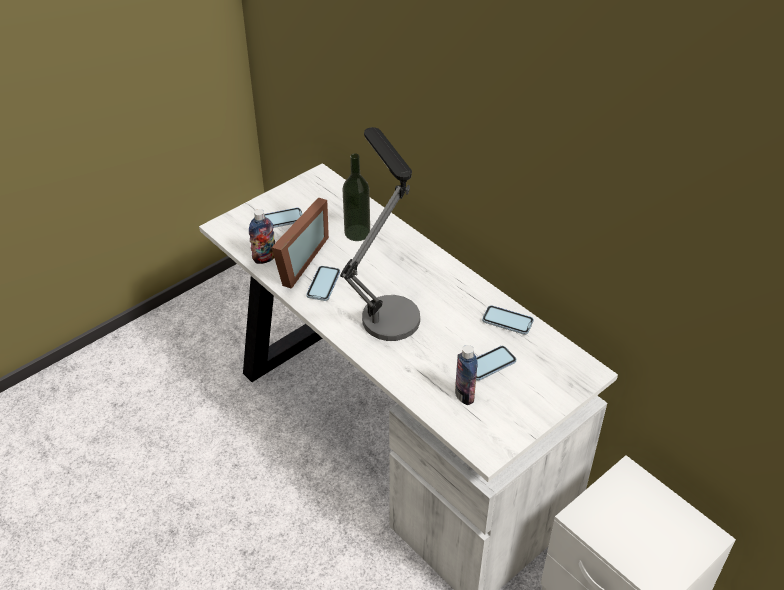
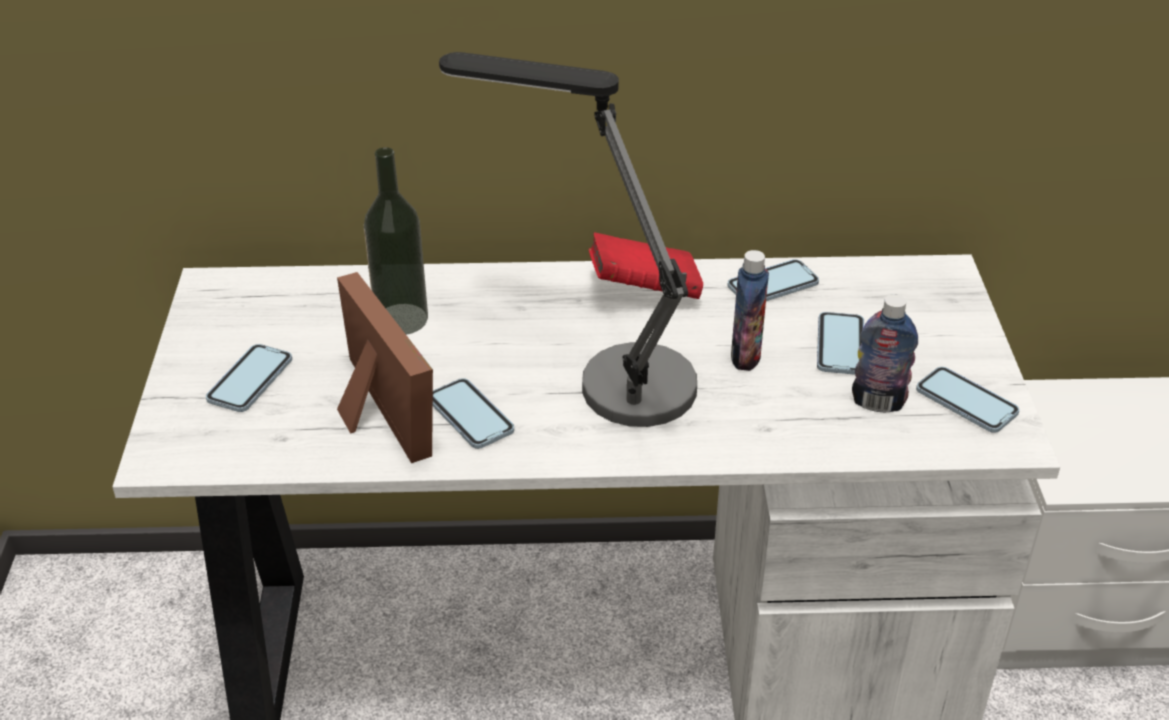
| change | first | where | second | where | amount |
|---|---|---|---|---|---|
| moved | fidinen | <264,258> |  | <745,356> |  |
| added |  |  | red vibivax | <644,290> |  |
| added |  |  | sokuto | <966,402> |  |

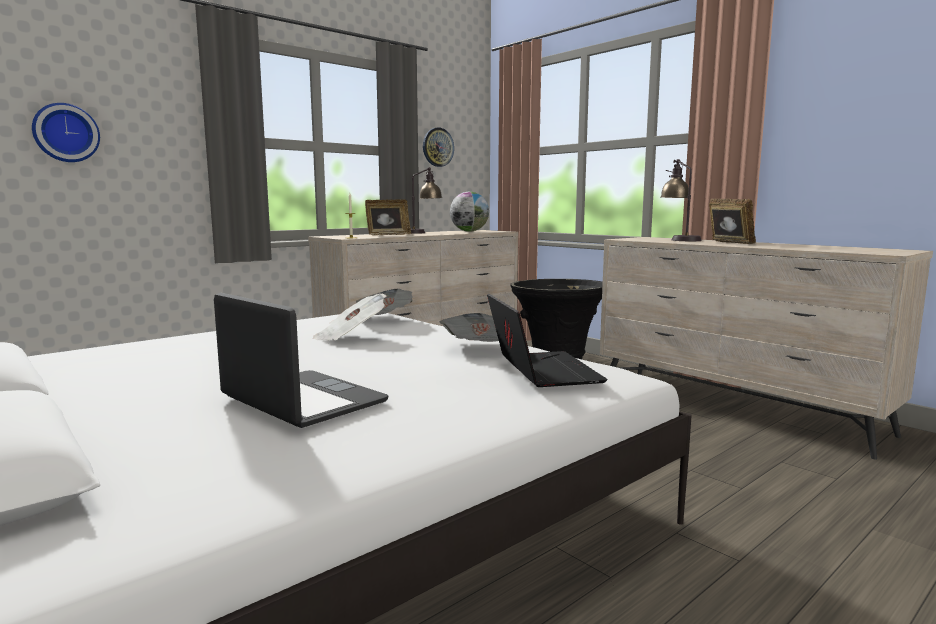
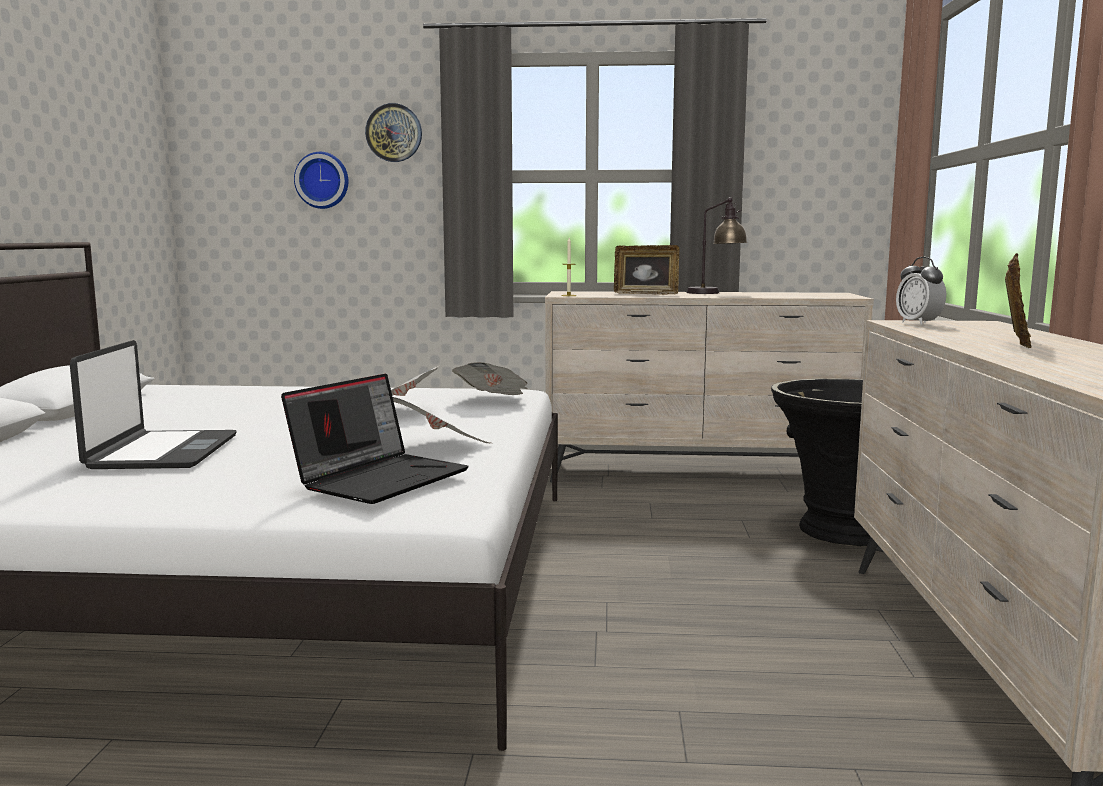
| change | first | where | second | where | amount |
|---|---|---|---|---|---|
| moved | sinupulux | <437,147> |  | <394,133> |  |
| removed | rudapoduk | <469,231> |  |  |  |
| removed | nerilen | <679,239> |  |  |  |
| added |  |  | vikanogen | <918,323> |  |

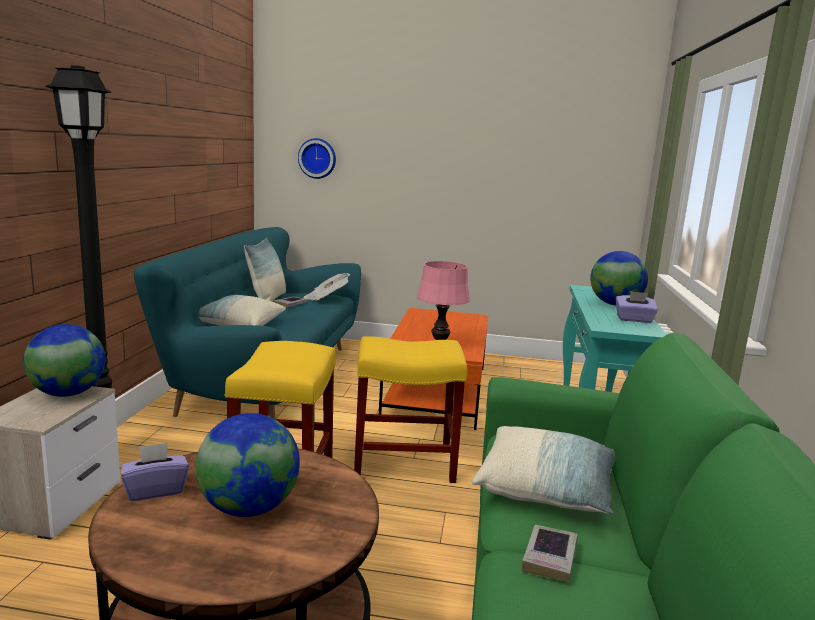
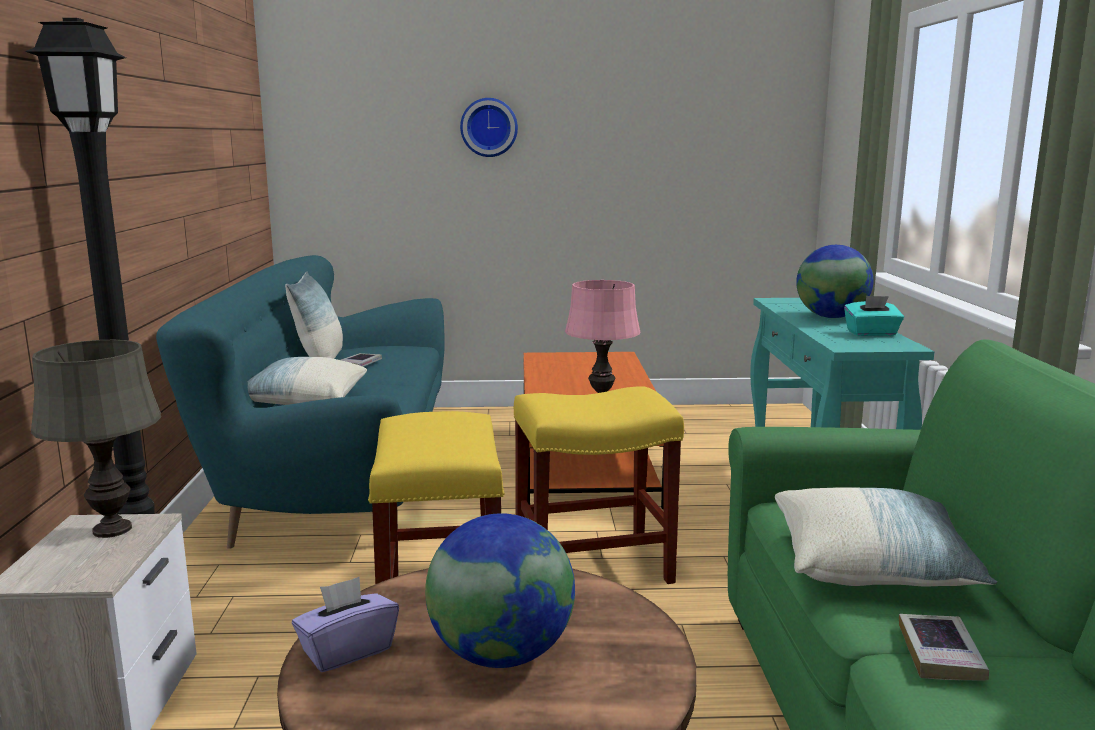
| change | first | where | second | where | amount |
|---|---|---|---|---|---|
| replaced | rudapoduk | <68,393> | grey nerilen | <112,530> |  |
| moved | sinupulux | <317,158> |  | <489,127> |  |
| removed | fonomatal | <326,298> |  |  |  |
| recoloured | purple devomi | <634,319> | turquoise devomi | <872,333> |  |

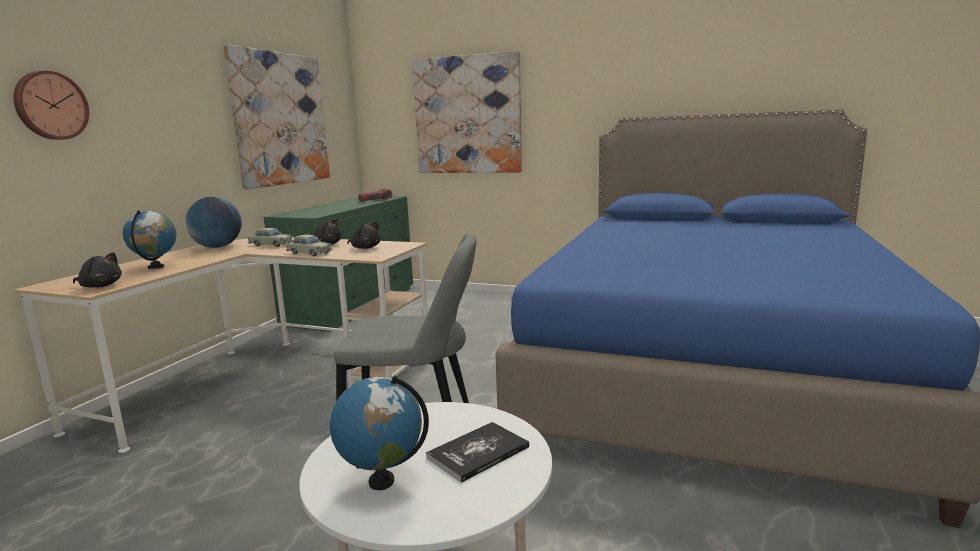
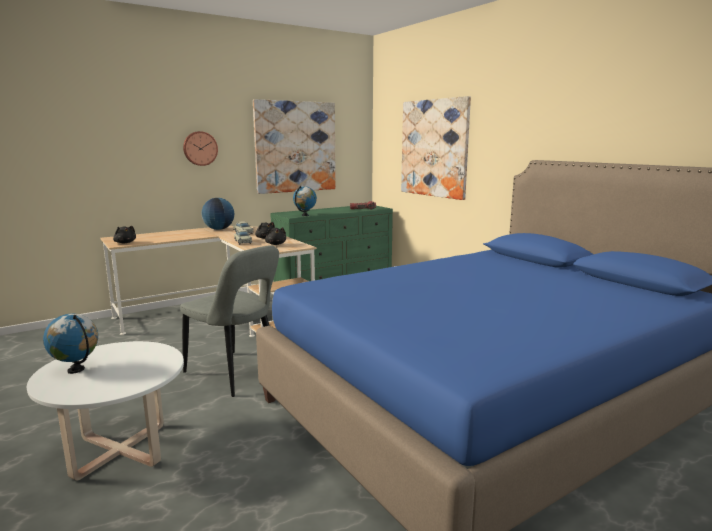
| change | first | where | second | where | amount |
|---|---|---|---|---|---|
| moved | sinupulux | <50,105> |  | <200,148> |  |
| moved | rudapoduk | <156,267> |  | <305,215> |  |
| removed | vibivax | <478,452> |  |  |  |

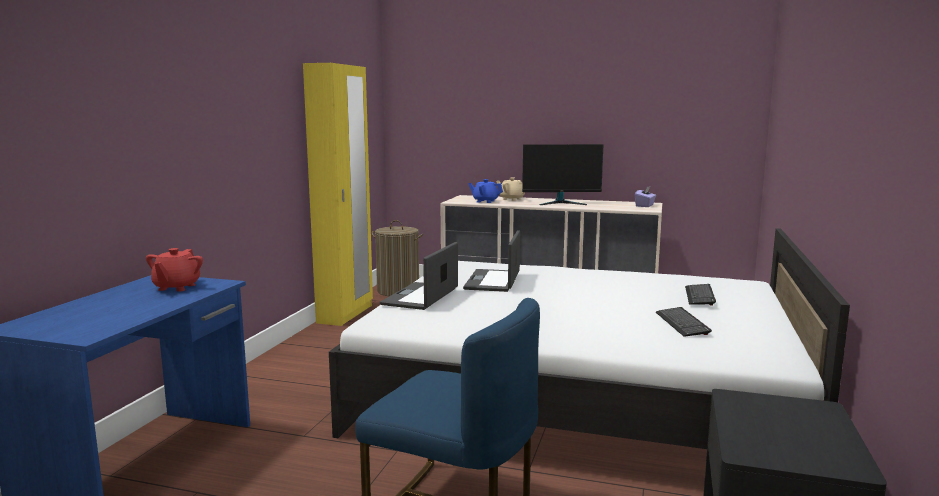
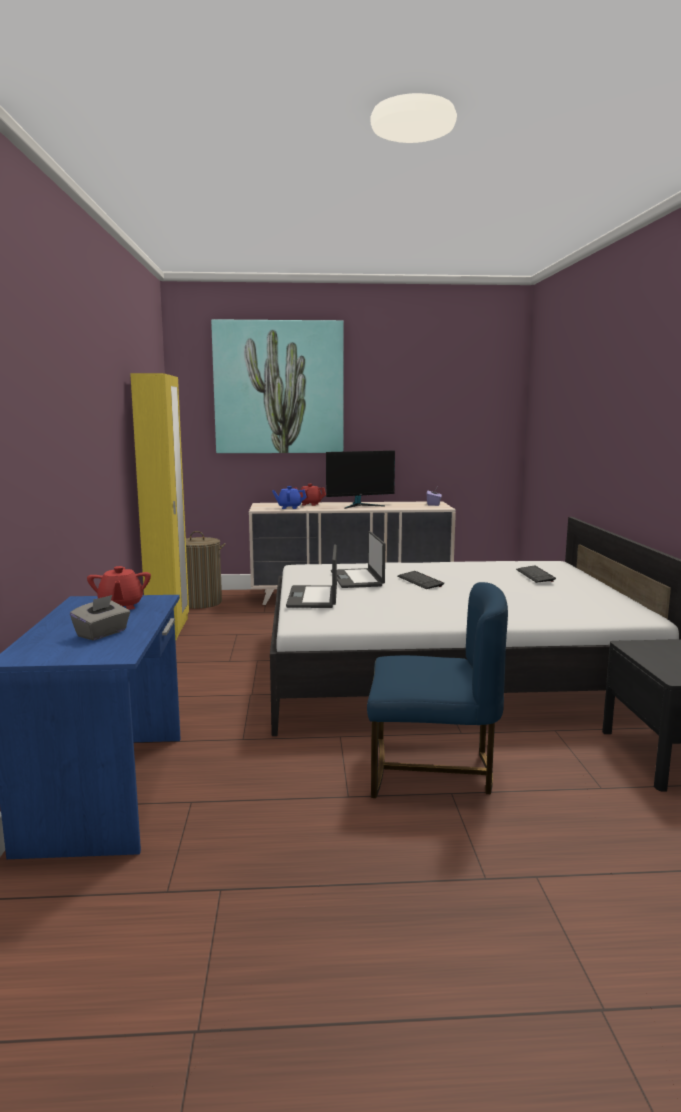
| change | first | where | second | where | amount |
|---|---|---|---|---|---|
| recoloured | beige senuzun | <511,199> | red senuzun | <309,504> |  |
| moved | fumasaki | <682,323> |  | <420,581> |  |
| added |  |  | grey devomi | <102,633> |  |
| added |  |  | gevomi | <279,388> |  |

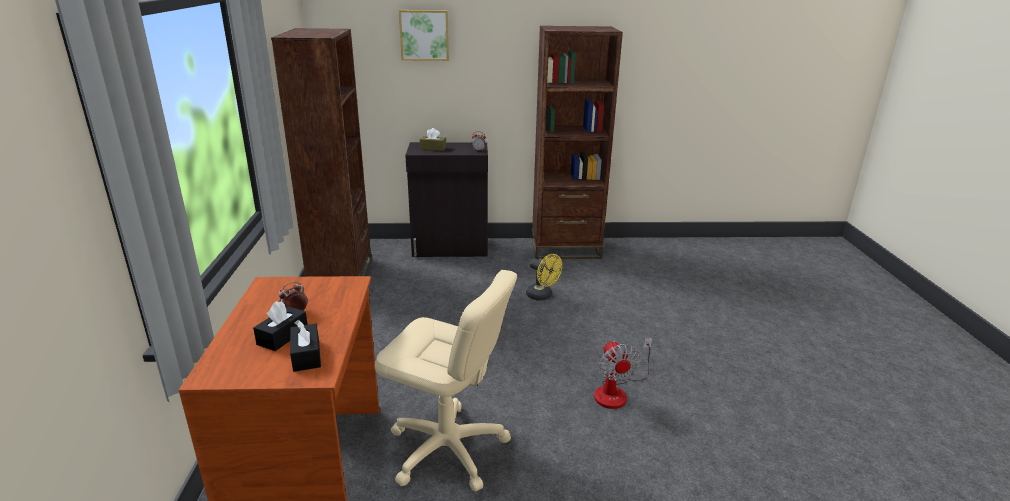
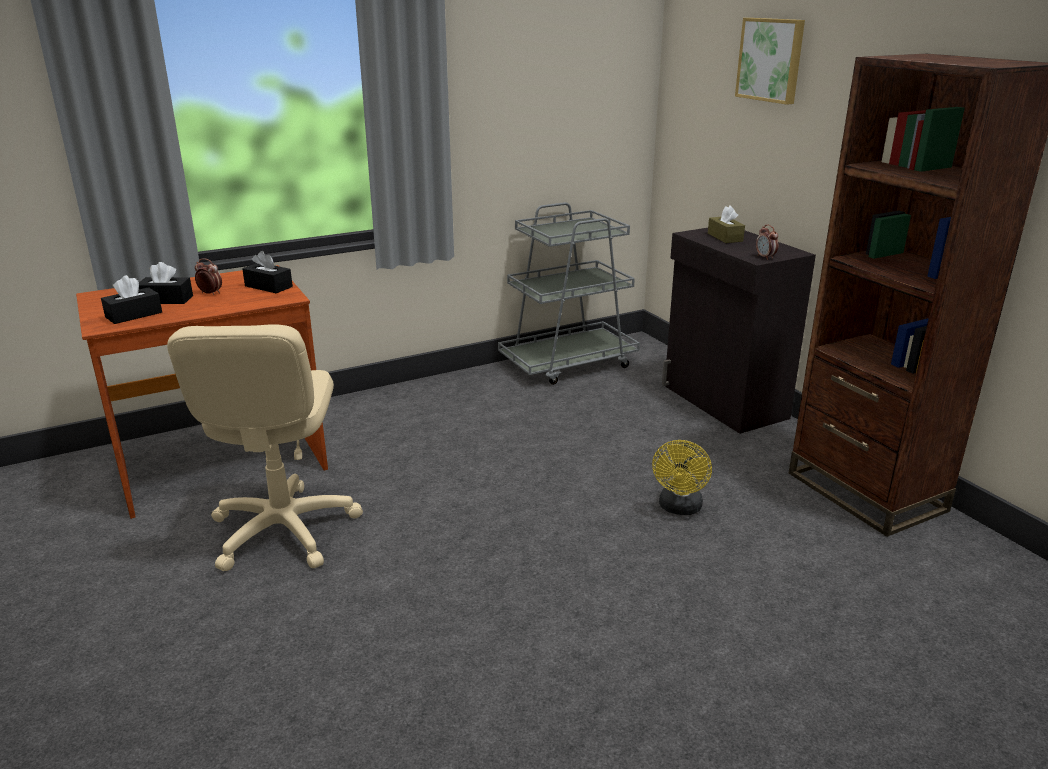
| change | first | where | second | where | amount |
|---|---|---|---|---|---|
| replaced | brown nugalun | <341,275> | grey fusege | <568,363> |  |
| removed | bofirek | <617,392> |  |  |  |
| added |  |  | black devomi | <268,286> |  |

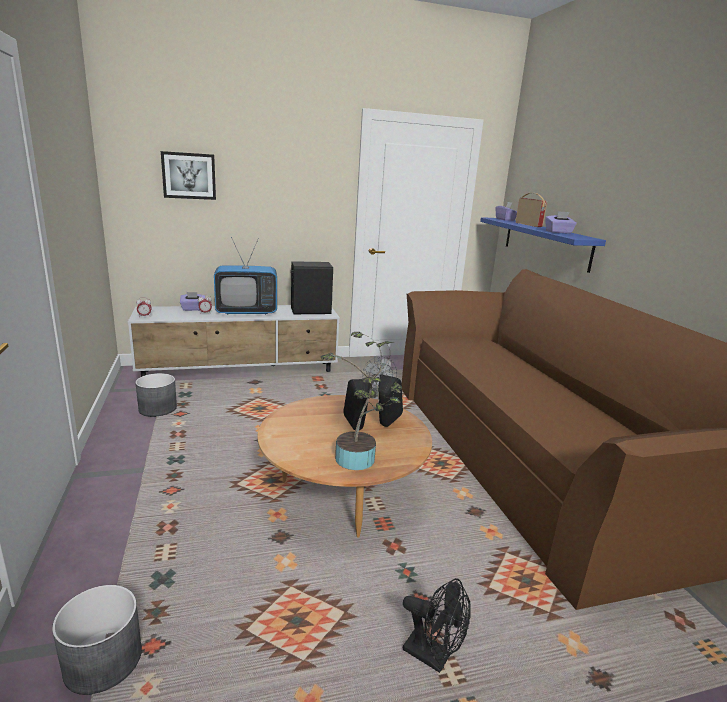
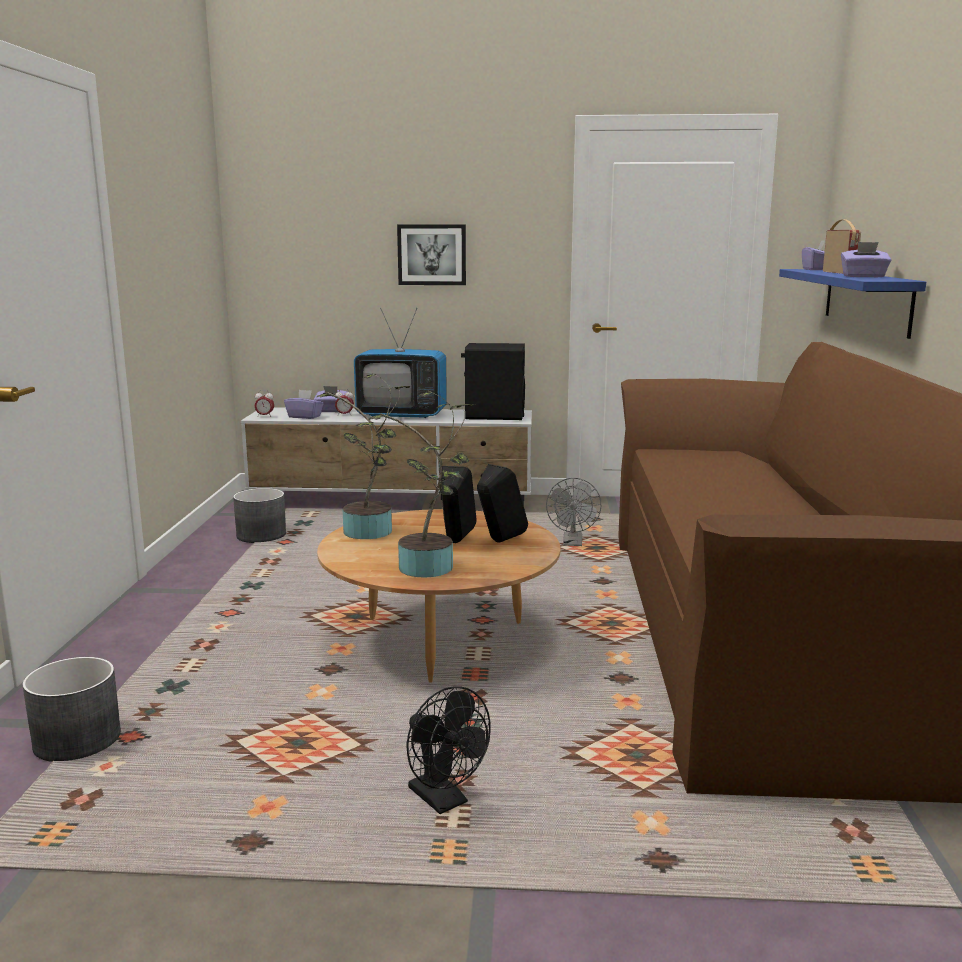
| change | first | where | second | where | amount |
|---|---|---|---|---|---|
| moved | gevomi | <189,176> |  | <432,254> |  |
| added |  |  | purple devomi | <304,416> |  |
| added |  |  | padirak | <370,533> |  |

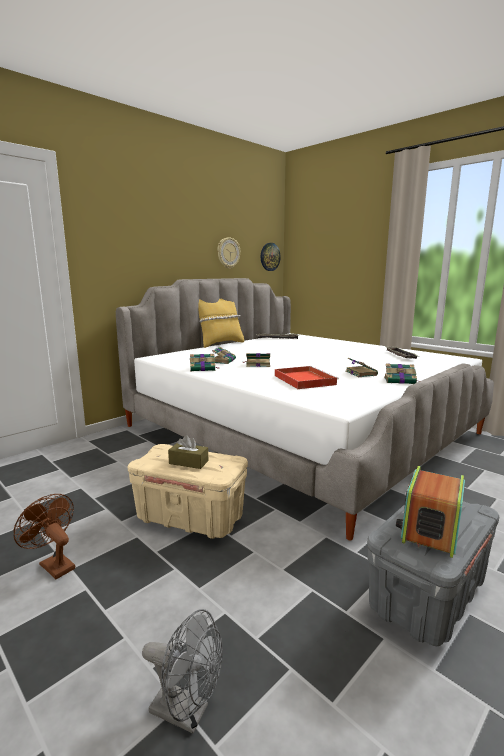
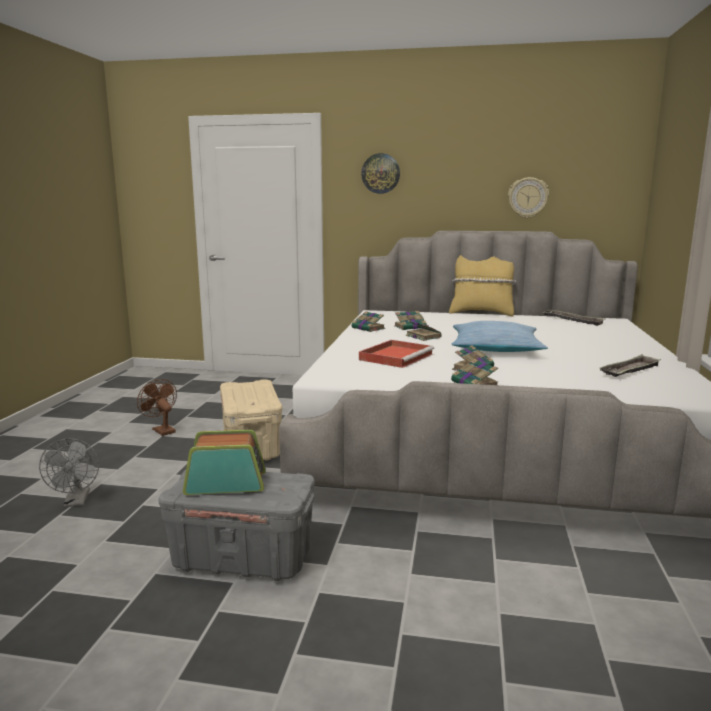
| change | first | where | second | where | amount |
|---|---|---|---|---|---|
| turned | brown bofirek | <53,564> |  | <161,430> | 45 degrees counterclockwise |
| removed | brown devomi | <188,462> |  |  |  |
| moved | sinupulux | <269,257> |  | <380,173> |  |
| added |  |  | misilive | <495,348> |  |

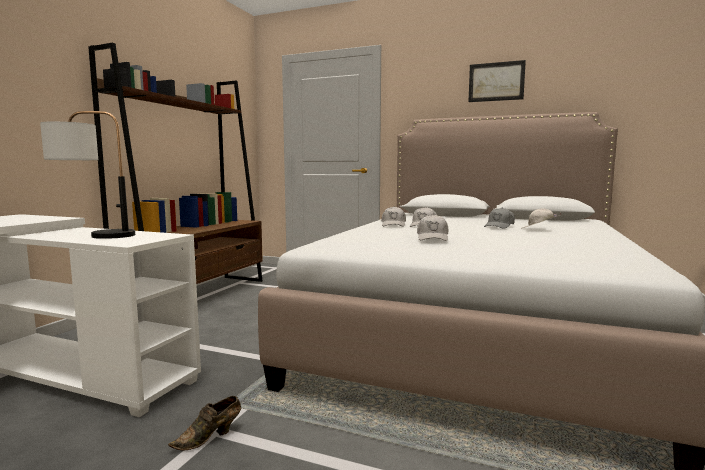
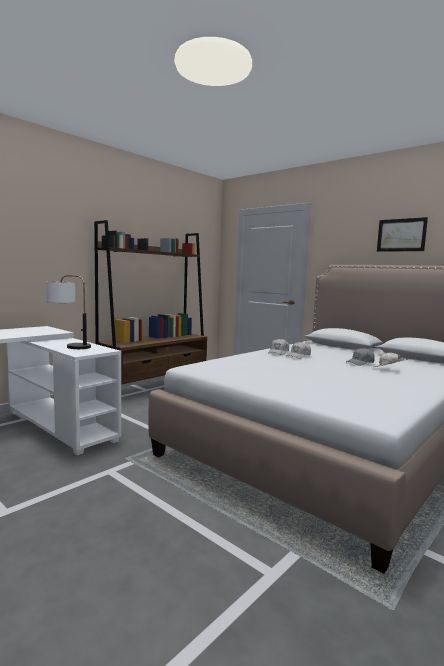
| change | first | where | second | where | amount |
|---|---|---|---|---|---|
| removed | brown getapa | <210,437> |  |  |  |
| removed | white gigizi | <432,237> |  |  |  |

